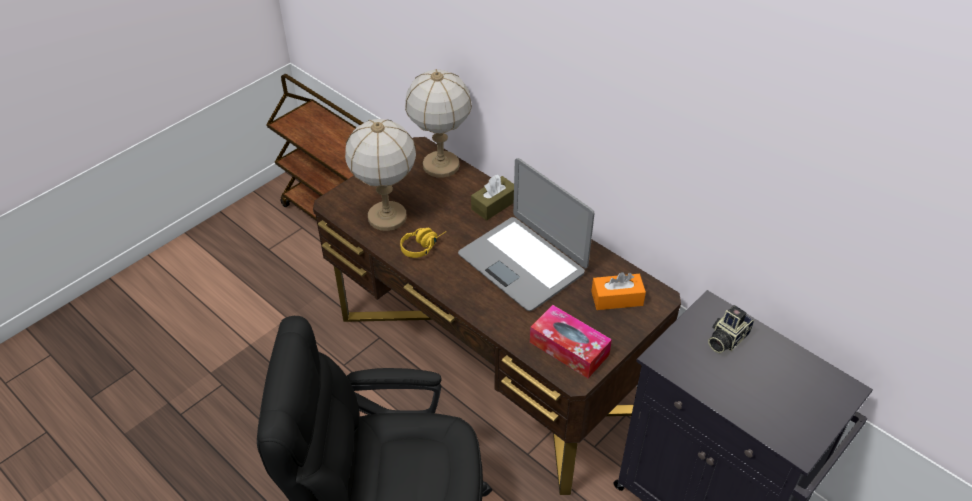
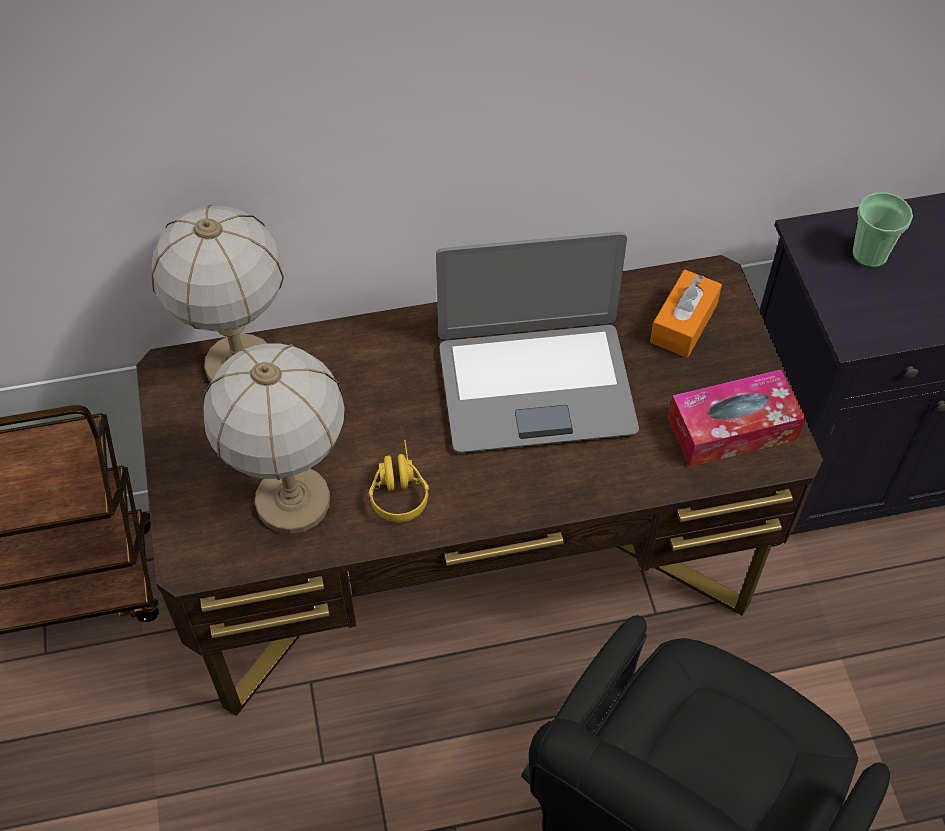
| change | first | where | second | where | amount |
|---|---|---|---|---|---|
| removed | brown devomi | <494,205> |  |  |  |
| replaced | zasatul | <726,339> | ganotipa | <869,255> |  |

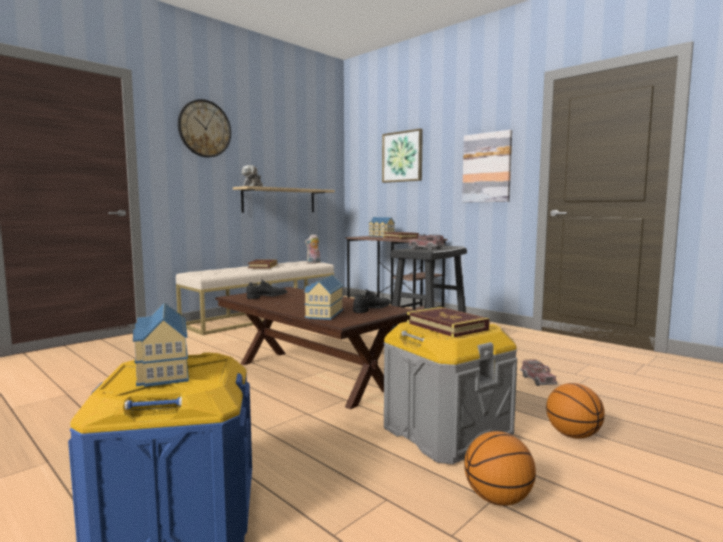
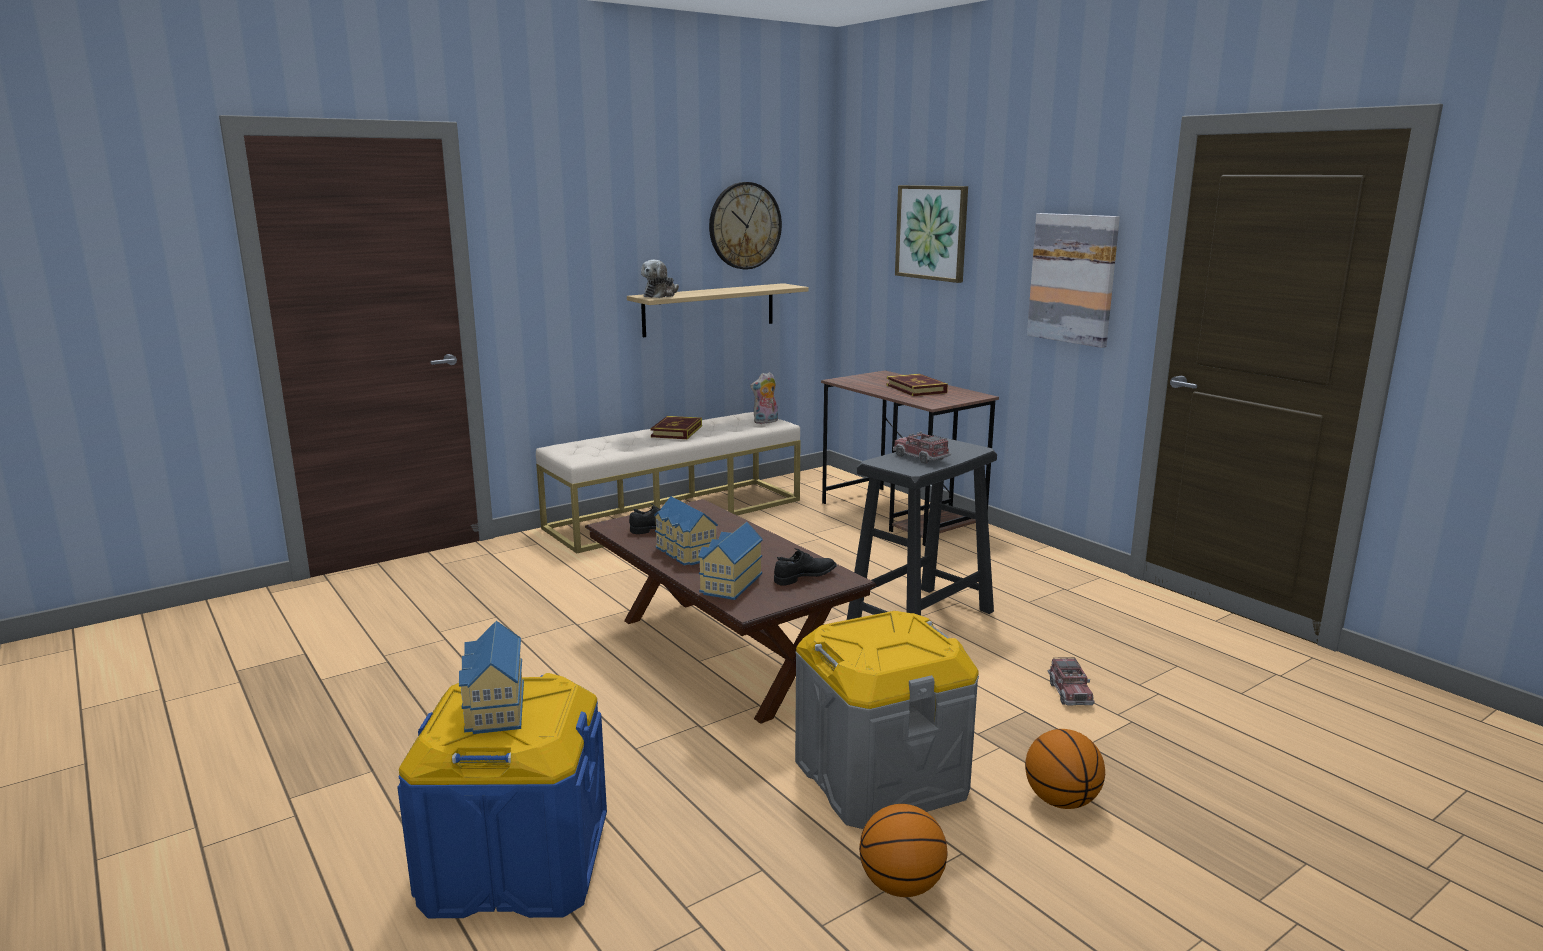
| change | first | where | second | where | amount |
|---|---|---|---|---|---|
| moved | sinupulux | <204,128> |  | <744,226> |  |
| moved | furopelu | <381,236> |  | <684,553> |  |
| removed | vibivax | <446,326> |  |  |  |

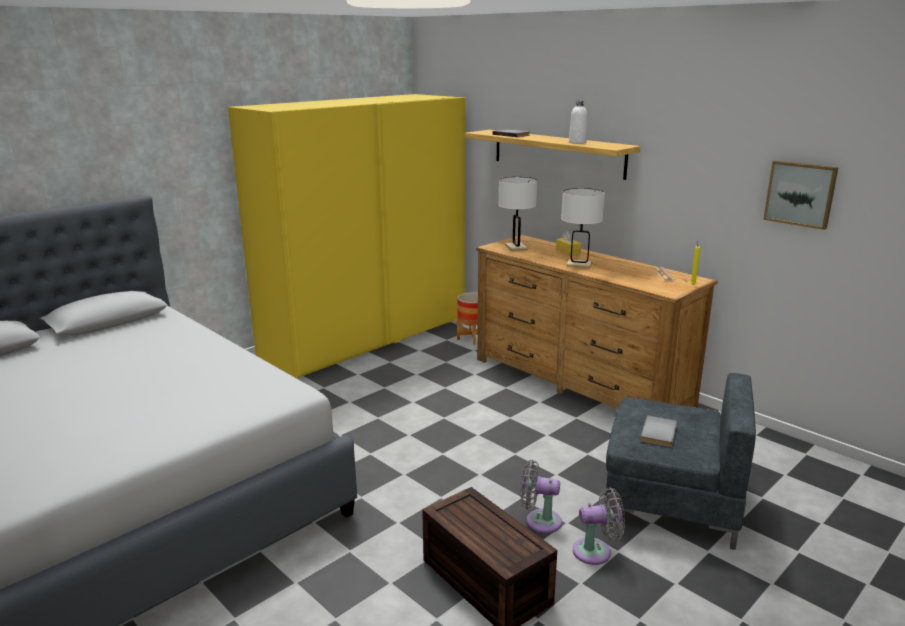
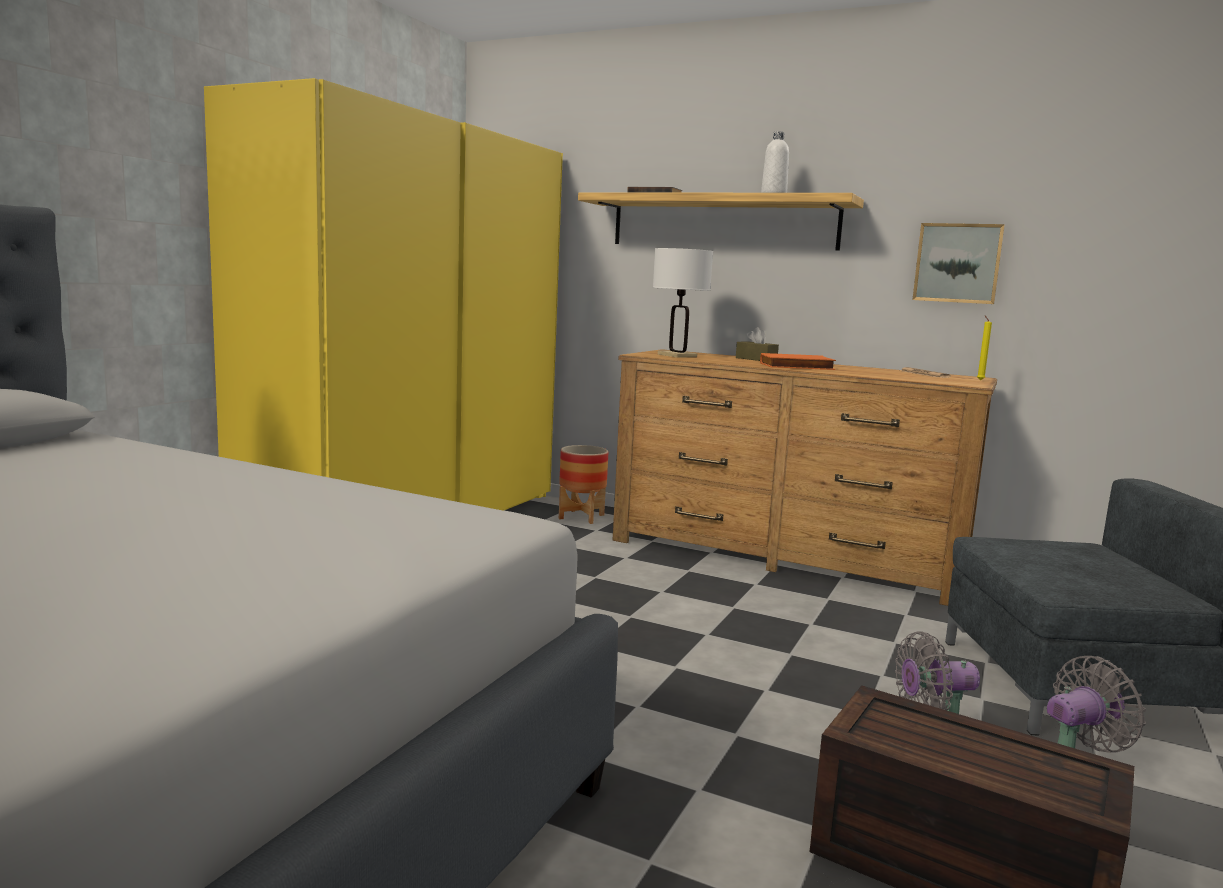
| change | first | where | second | where | amount |
|---|---|---|---|---|---|
| recoloured | yellow devomi | <568,251> | brown devomi | <756,359> |  |
| replaced | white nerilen | <579,265> | orange vibivax | <796,367> |  |
| removed | grey vibivax | <660,433> |  |  |  |
| moved | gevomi | <800,194> |  | <957,263> |  |

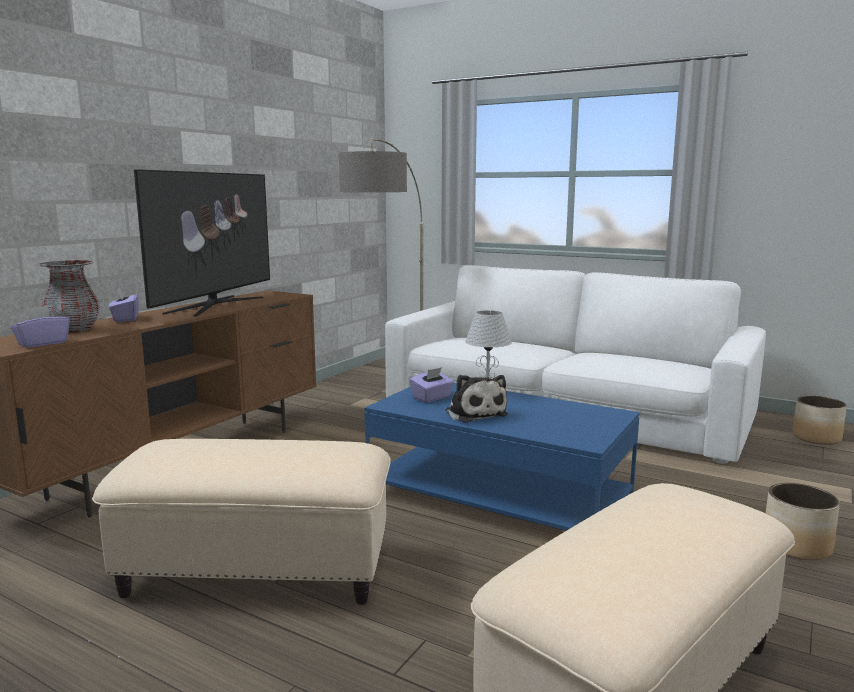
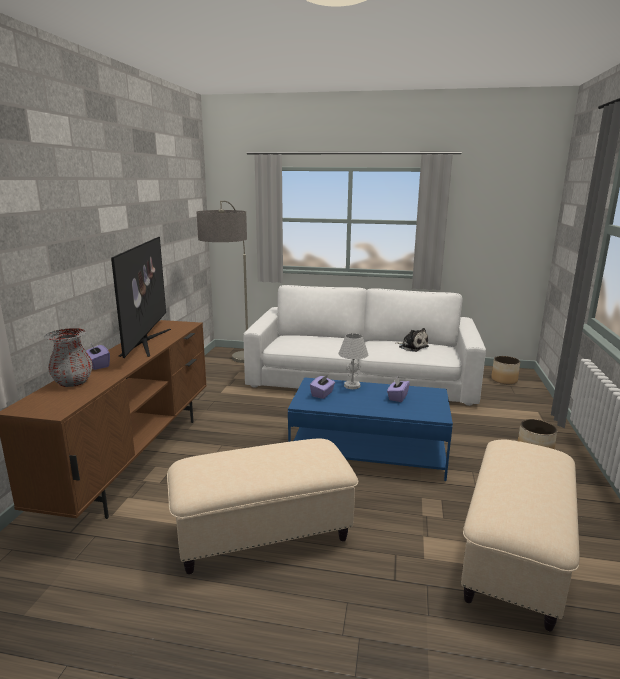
| change | first | where | second | where | amount |
|---|---|---|---|---|---|
| moved | purple devomi | <42,343> |  | <397,397> |  |
| moved | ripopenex | <474,413> |  | <412,347> |  |

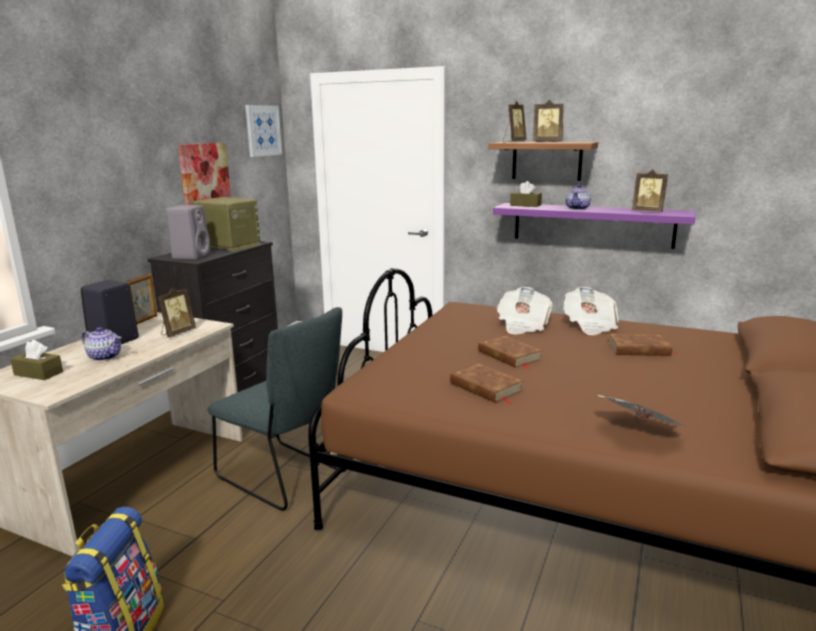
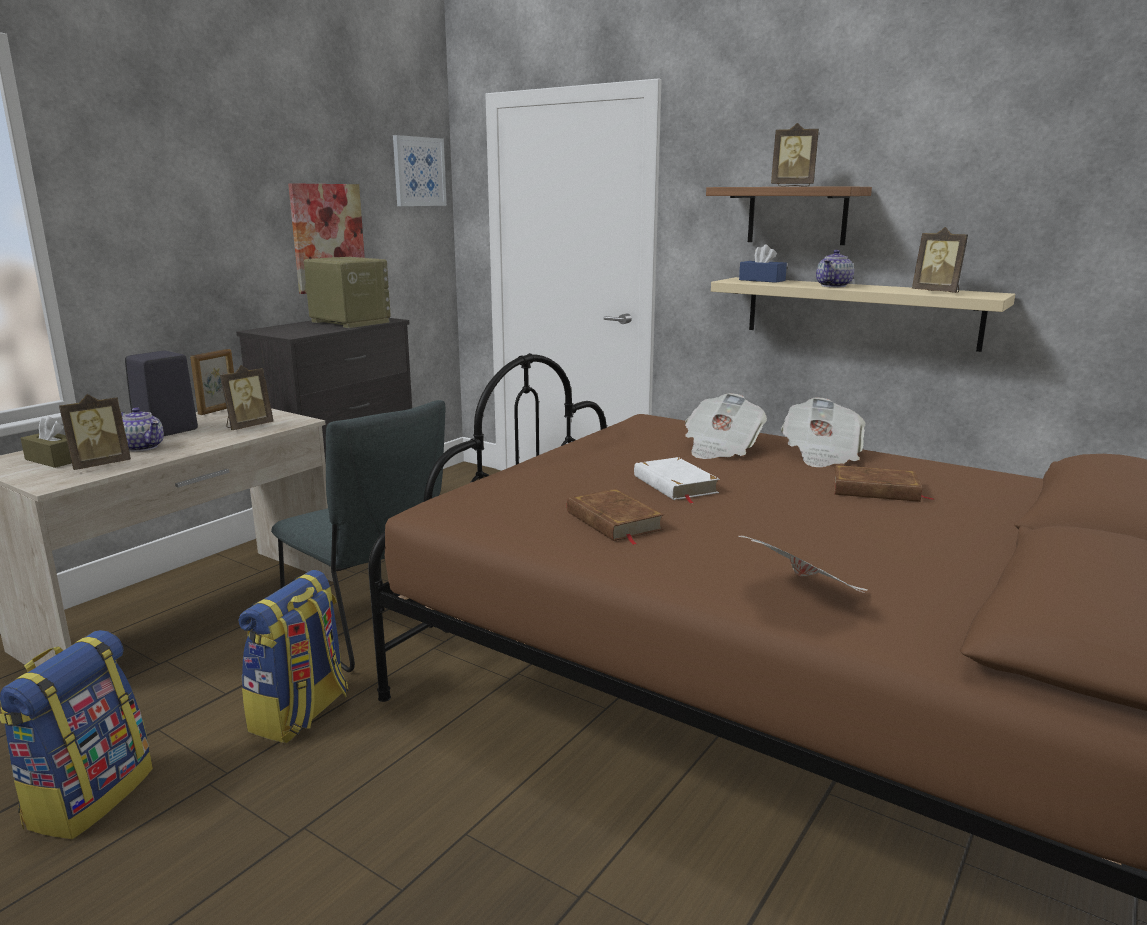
| change | first | where | second | where | amount |
|---|---|---|---|---|---|
| removed | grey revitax | <191,256> |  |  |  |
| recoloured | brown vibivax | <509,356> | white vibivax | <675,485> |  |
| recoloured | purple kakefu | <592,225> | beige kakefu | <860,312> |  |
| moved | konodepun | <513,142> |  | <100,465> |  |
| recoloured | brown devomi | <525,205> | blue devomi | <762,280> |  |
| added |  |  | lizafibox | <301,714> |  |

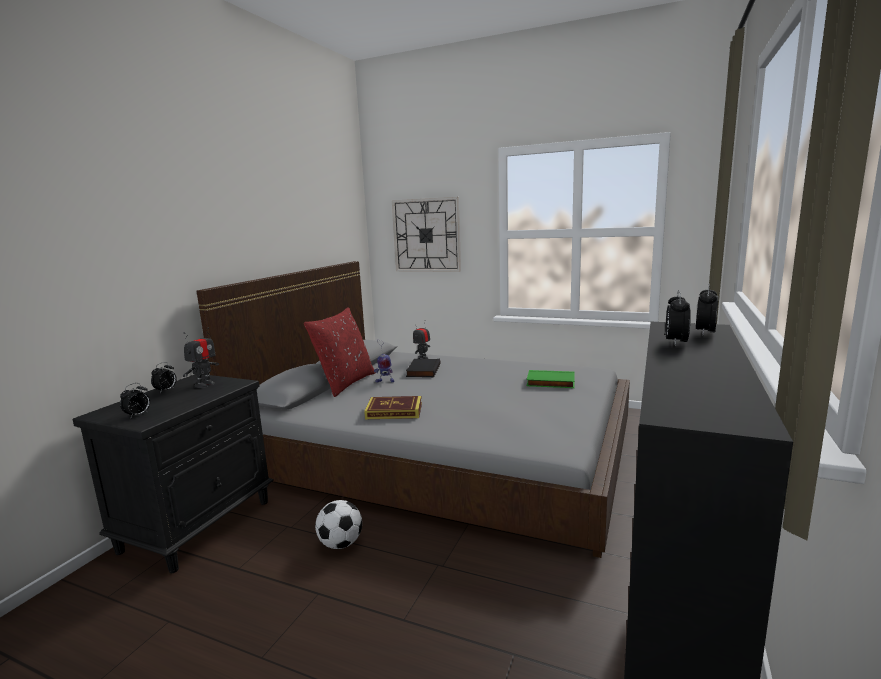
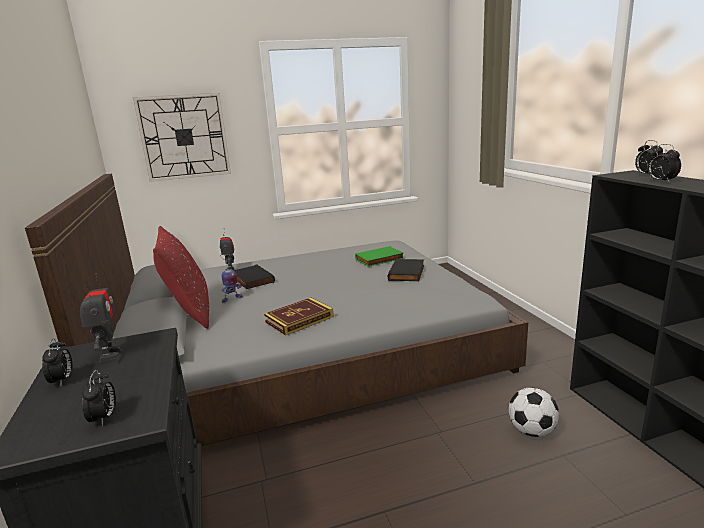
| change | first | where | second | where | amount |
|---|---|---|---|---|---|
| moved | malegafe | <341,544> |  | <532,431> |  |
| added |  |  | black vibivax | <407,273> |  |

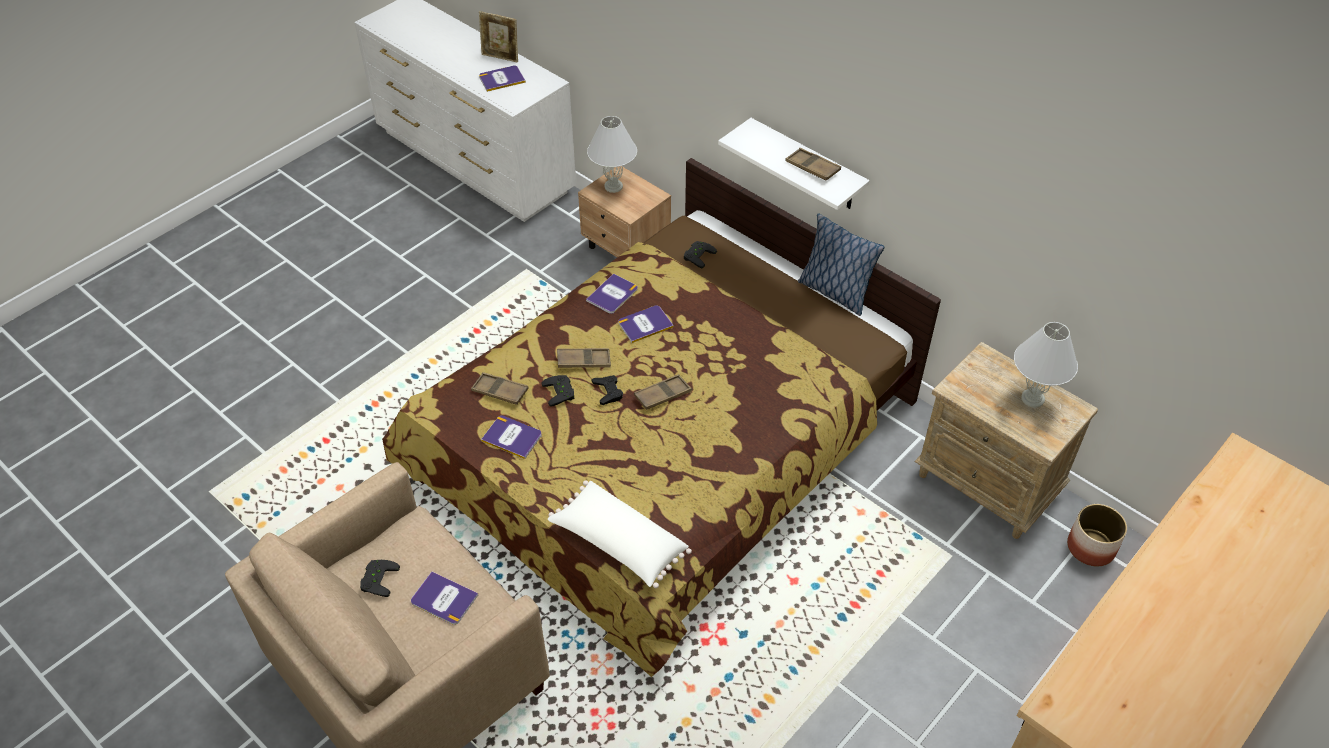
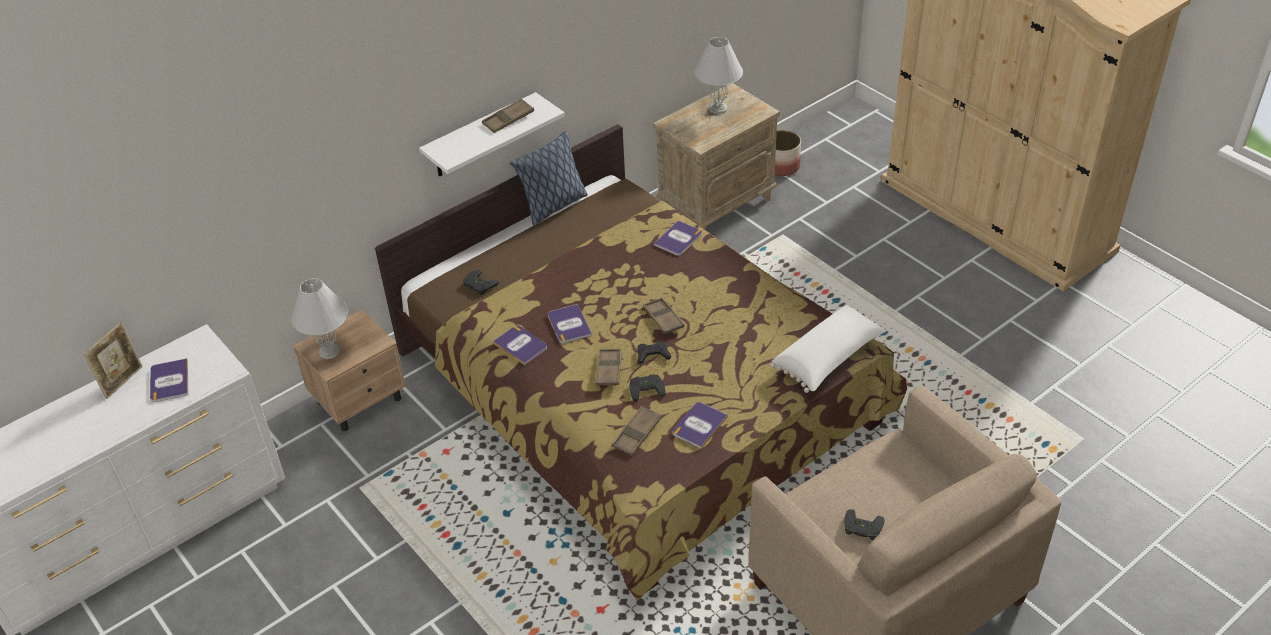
| change | first | where | second | where | amount |
|---|---|---|---|---|---|
| moved | vibivax | <444,599> |  | <678,239> |  |

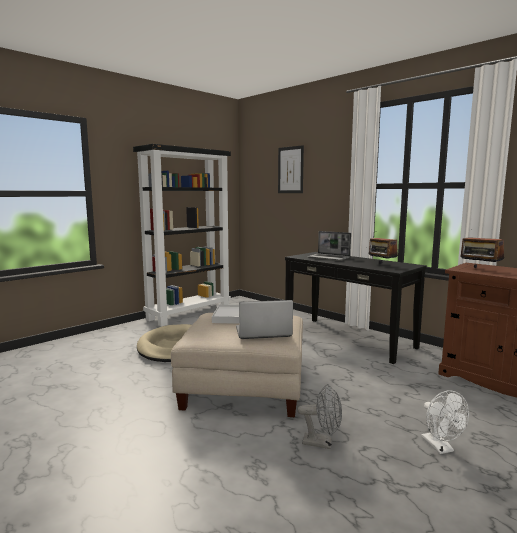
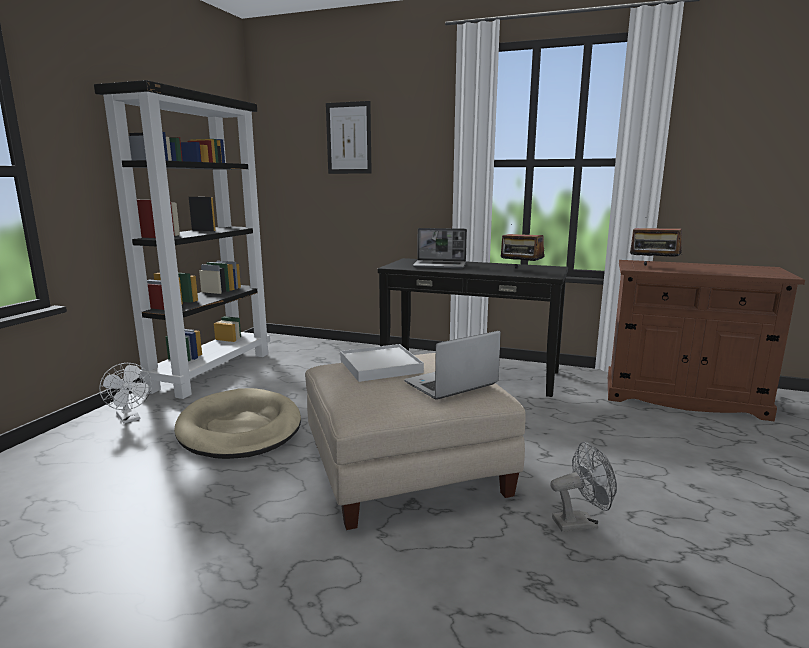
| change | first | where | second | where | amount |
|---|---|---|---|---|---|
| moved | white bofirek | <441,448> |  | <130,418> |  |

